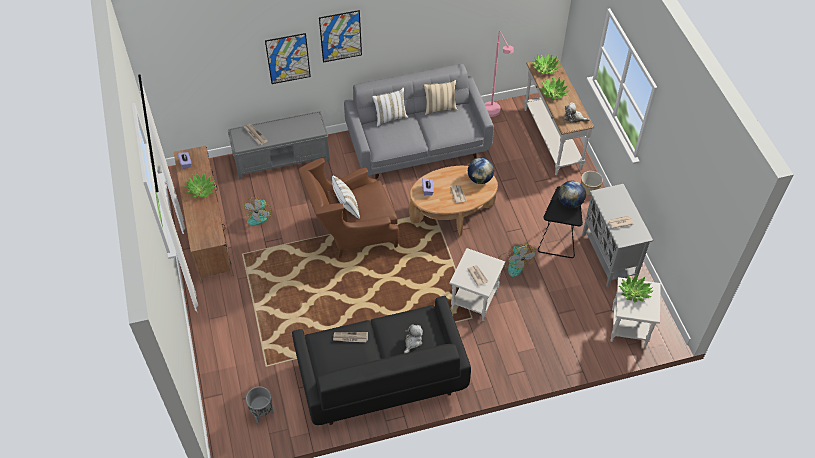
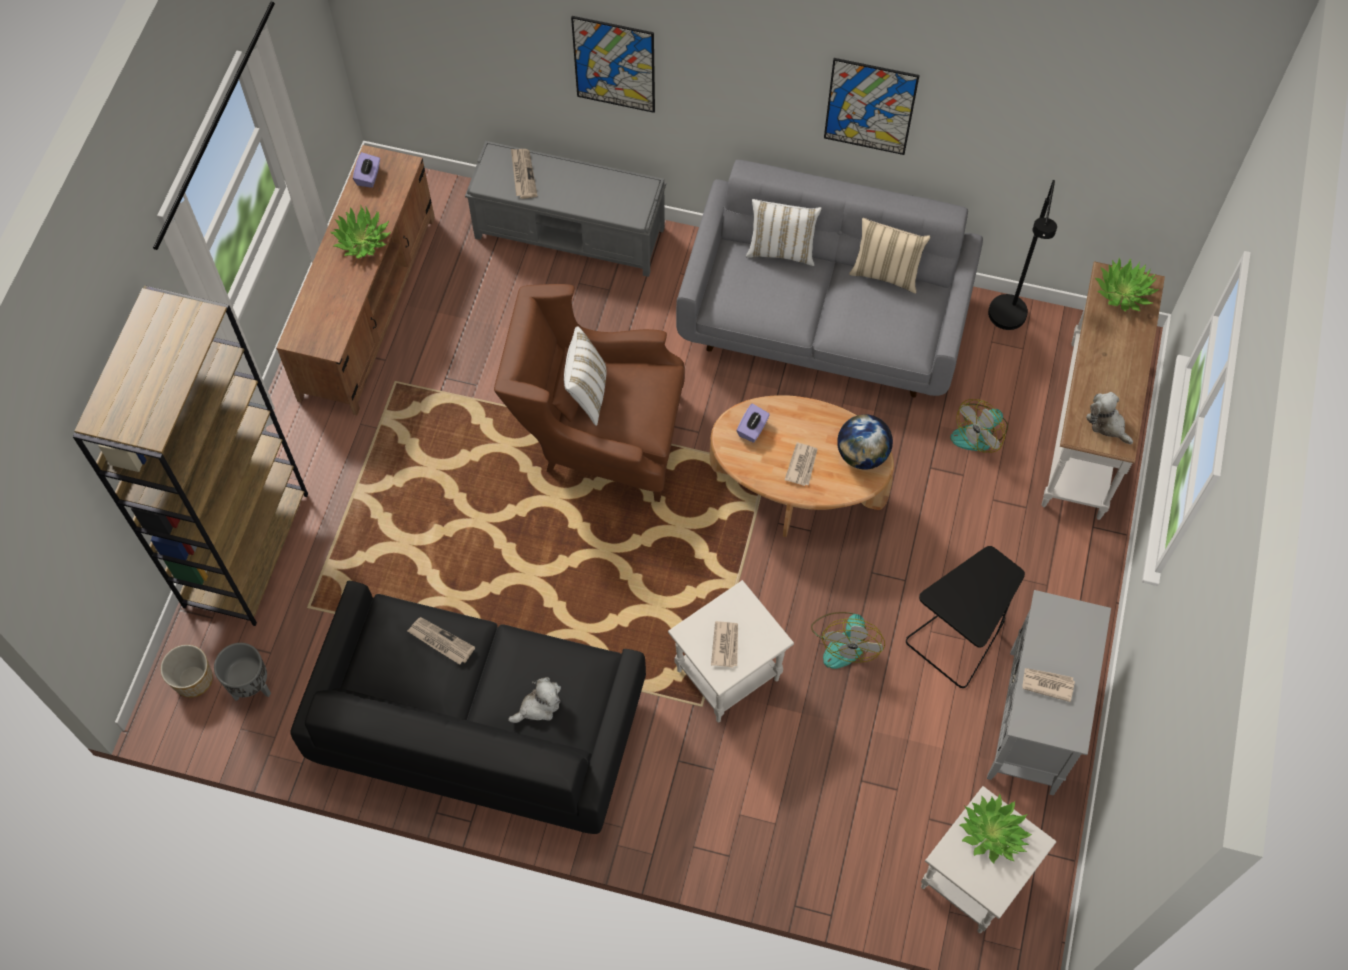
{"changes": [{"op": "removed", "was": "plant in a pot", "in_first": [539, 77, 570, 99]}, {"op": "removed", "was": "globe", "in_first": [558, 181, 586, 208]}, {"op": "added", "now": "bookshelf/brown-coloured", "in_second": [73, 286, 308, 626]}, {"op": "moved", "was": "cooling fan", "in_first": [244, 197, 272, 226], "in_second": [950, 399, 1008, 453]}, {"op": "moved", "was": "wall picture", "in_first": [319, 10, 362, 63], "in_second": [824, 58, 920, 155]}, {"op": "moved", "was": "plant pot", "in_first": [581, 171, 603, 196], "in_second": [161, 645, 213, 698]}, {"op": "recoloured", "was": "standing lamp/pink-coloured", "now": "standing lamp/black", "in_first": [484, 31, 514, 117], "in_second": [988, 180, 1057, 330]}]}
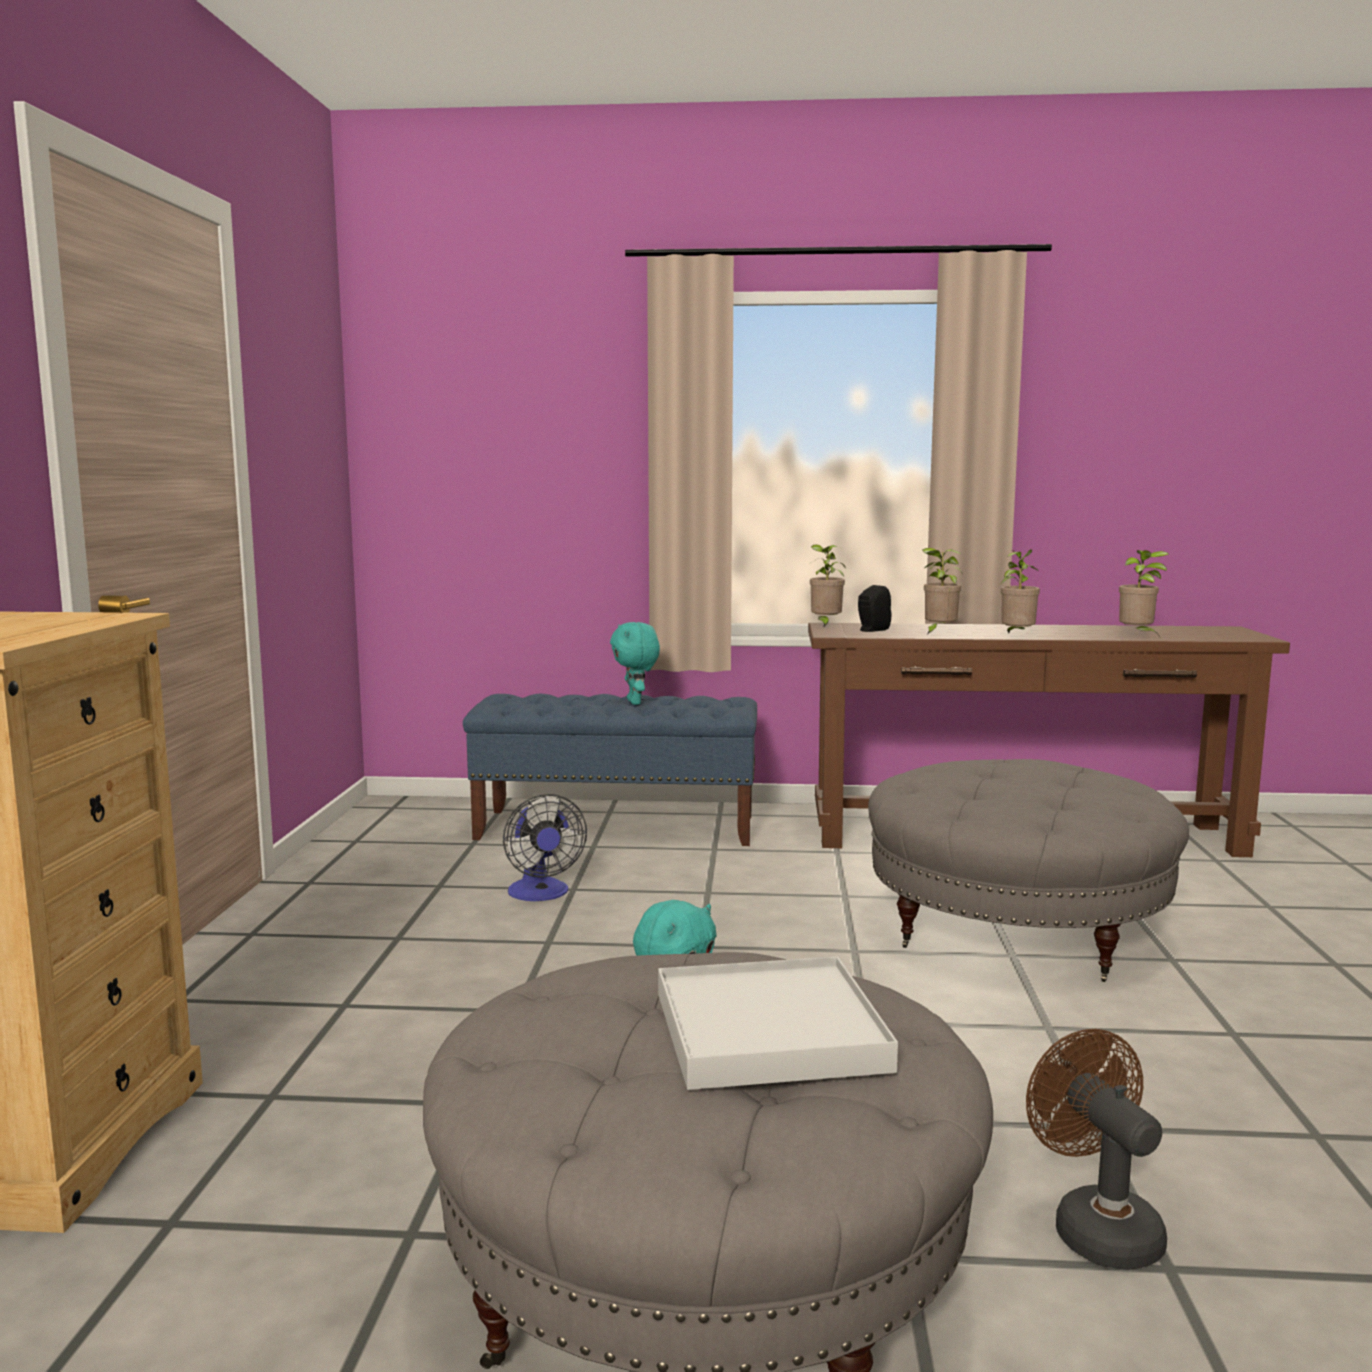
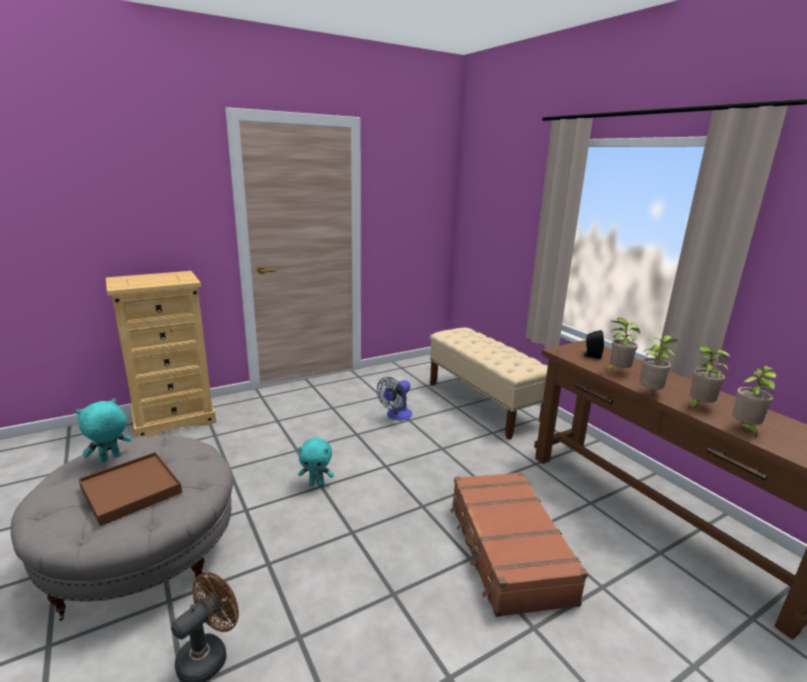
{"changes": [{"op": "moved", "was": "cuddly toy/turquoise-coloured", "in_first": [610, 622, 660, 705], "in_second": [76, 398, 132, 463]}, {"op": "moved", "was": "plant in a pot", "in_first": [809, 544, 846, 628], "in_second": [688, 346, 731, 409]}, {"op": "replaced", "was": "pouffe/greyish", "now": "suitcase/brown-coloured", "in_first": [868, 759, 1189, 982], "in_second": [450, 472, 588, 617]}, {"op": "recoloured", "was": "bench/blue", "now": "bench/beige-coloured", "in_first": [463, 694, 757, 846], "in_second": [430, 327, 548, 440]}, {"op": "recoloured", "was": "tray/whitish", "now": "tray/brown-coloured", "in_first": [658, 957, 898, 1090], "in_second": [79, 452, 182, 526]}]}
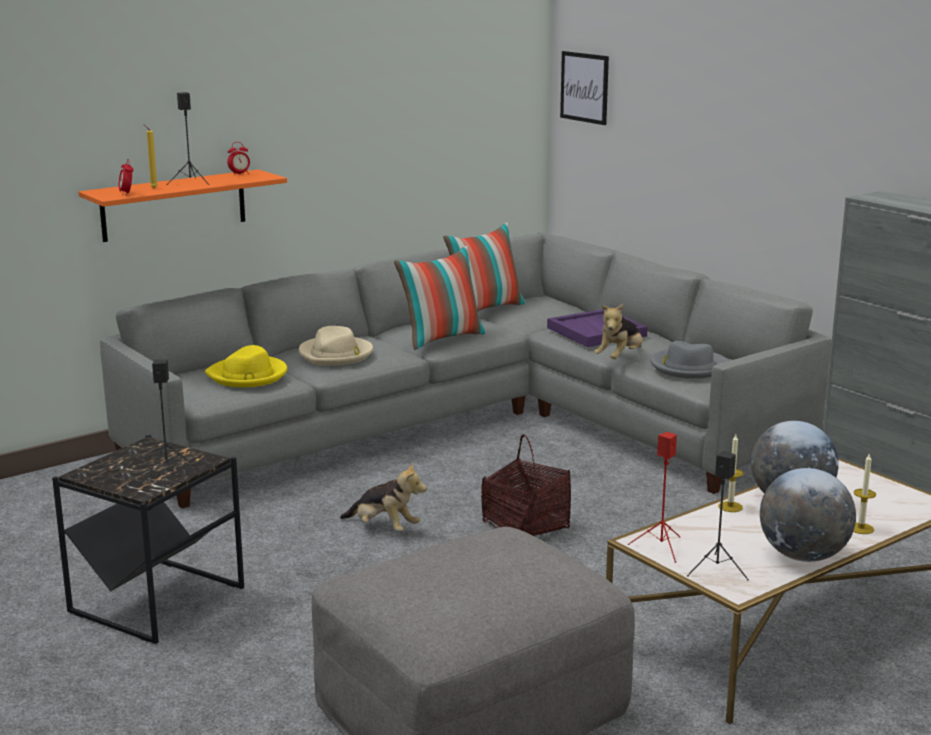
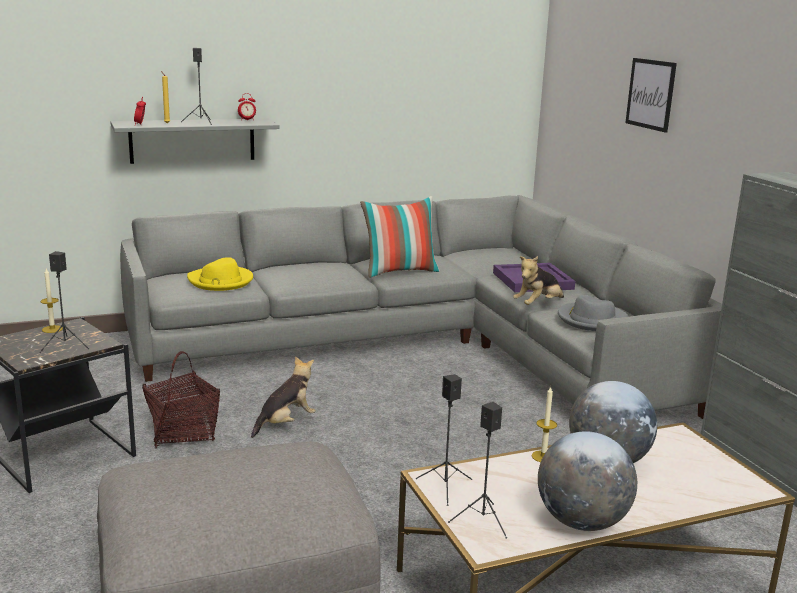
{"changes": [{"op": "removed", "was": "clothing hat/beige-coloured", "in_first": [299, 326, 373, 365]}, {"op": "removed", "was": "pillow", "in_first": [443, 222, 526, 311]}, {"op": "moved", "was": "basket", "in_first": [481, 434, 571, 536], "in_second": [142, 351, 220, 449]}, {"op": "moved", "was": "wall picture", "in_first": [560, 51, 609, 125], "in_second": [625, 58, 677, 133]}, {"op": "moved", "was": "wax light", "in_first": [853, 454, 876, 534], "in_second": [41, 269, 63, 333]}, {"op": "recoloured", "was": "shelf/orange", "now": "shelf/greyish", "in_first": [79, 169, 287, 242], "in_second": [110, 119, 280, 164]}, {"op": "recoloured", "was": "speaker/red", "now": "speaker/black", "in_first": [628, 432, 681, 563], "in_second": [416, 374, 472, 506]}, {"op": "turned", "was": "cuddly toy", "in_first": [340, 462, 427, 531], "in_second": [251, 356, 315, 438], "clockwise": -90}]}
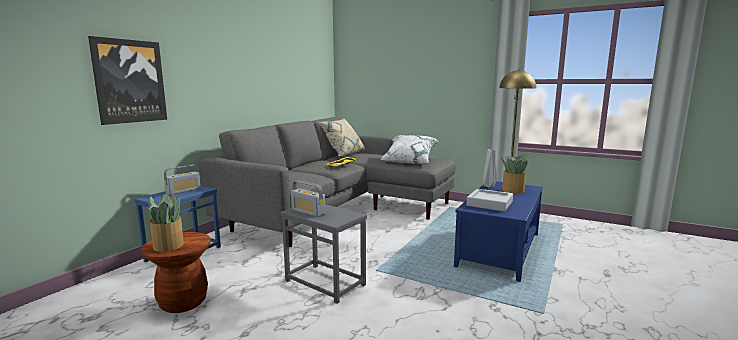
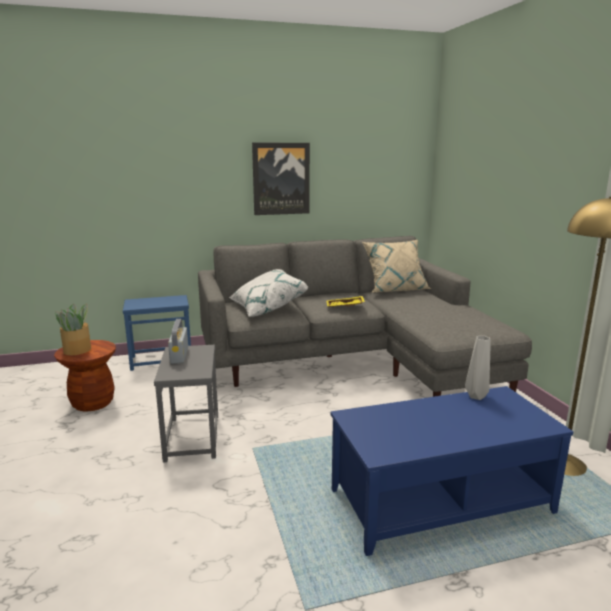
{"changes": [{"op": "removed", "was": "radio", "in_first": [164, 165, 201, 195]}, {"op": "removed", "was": "tray/greyish", "in_first": [466, 189, 513, 212]}, {"op": "removed", "was": "plant in a pot", "in_first": [501, 155, 528, 194]}, {"op": "moved", "was": "wall picture", "in_first": [88, 36, 167, 125], "in_second": [252, 143, 310, 215]}, {"op": "moved", "was": "pillow/whitish", "in_first": [380, 135, 439, 164], "in_second": [229, 269, 308, 317]}]}
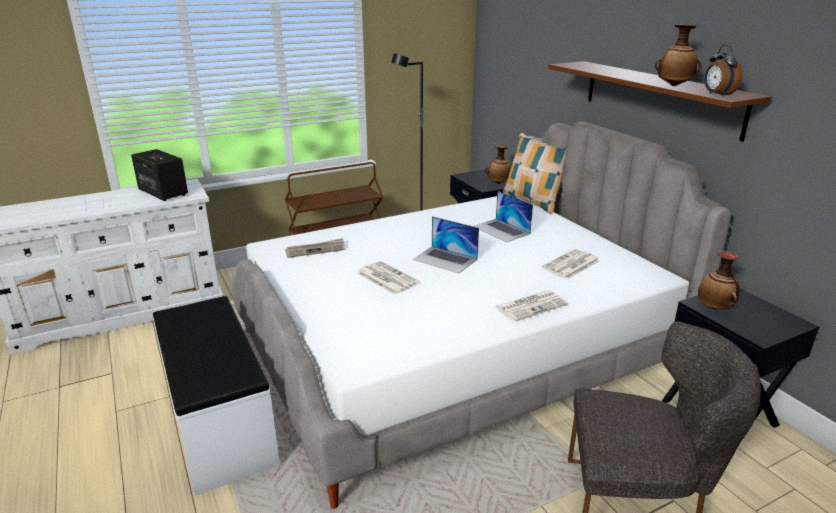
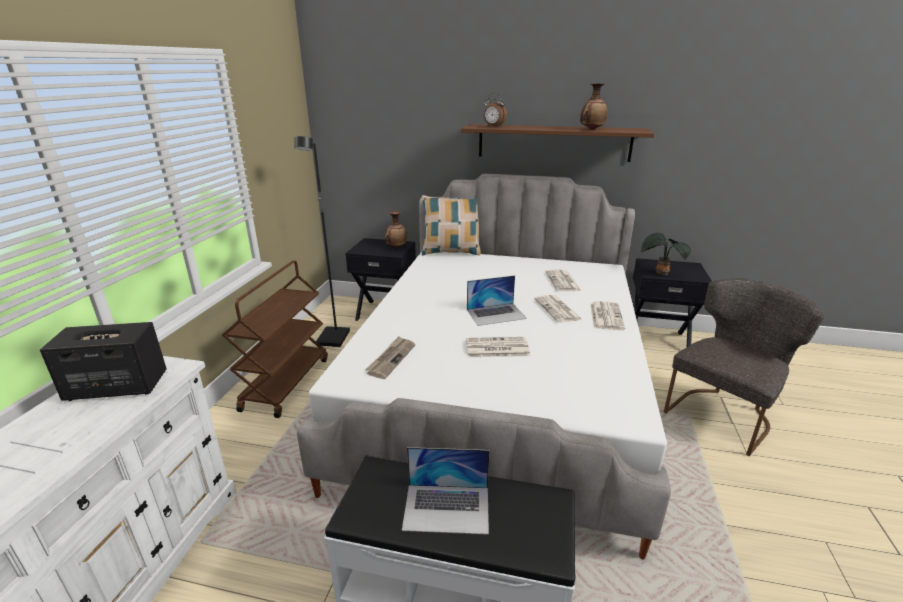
{"changes": [{"op": "added", "now": "printed paper", "in_second": [534, 295, 583, 323]}, {"op": "moved", "was": "laptop", "in_first": [474, 191, 533, 242], "in_second": [402, 447, 489, 535]}, {"op": "moved", "was": "bedside clock", "in_first": [704, 45, 743, 97], "in_second": [483, 93, 507, 127]}, {"op": "replaced", "was": "flower vase", "now": "plant in a pot", "in_first": [698, 251, 740, 309], "in_second": [641, 233, 691, 275]}]}
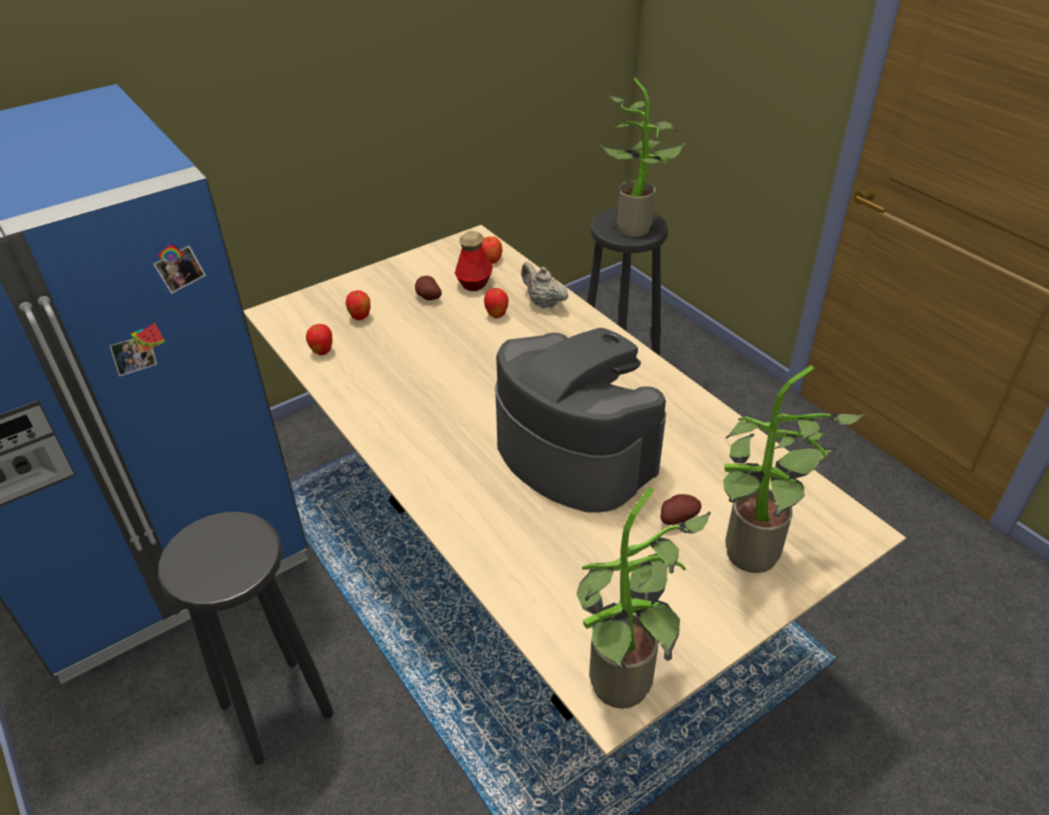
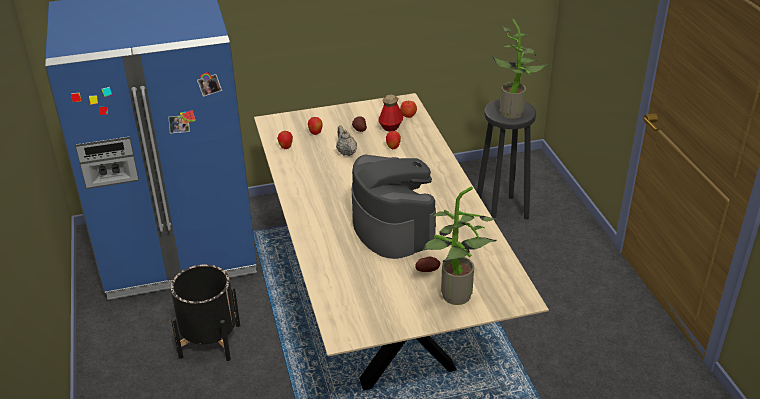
{"changes": [{"op": "removed", "was": "plant in a pot", "in_first": [576, 487, 711, 709]}, {"op": "moved", "was": "tea pot/beige-coloured", "in_first": [521, 262, 569, 309], "in_second": [336, 125, 357, 156]}, {"op": "replaced", "was": "sitting stool/black", "now": "plant pot/black", "in_first": [158, 512, 334, 765], "in_second": [171, 264, 240, 361]}]}
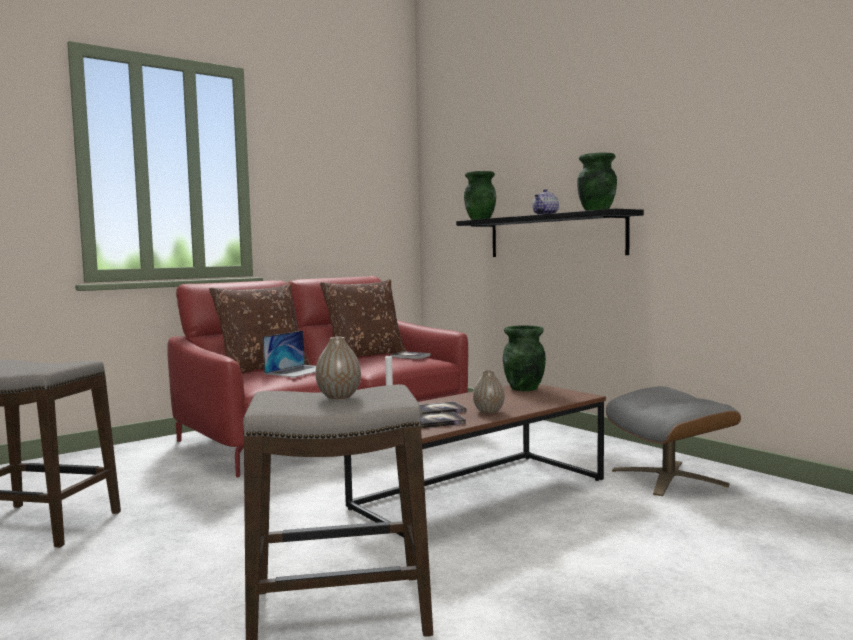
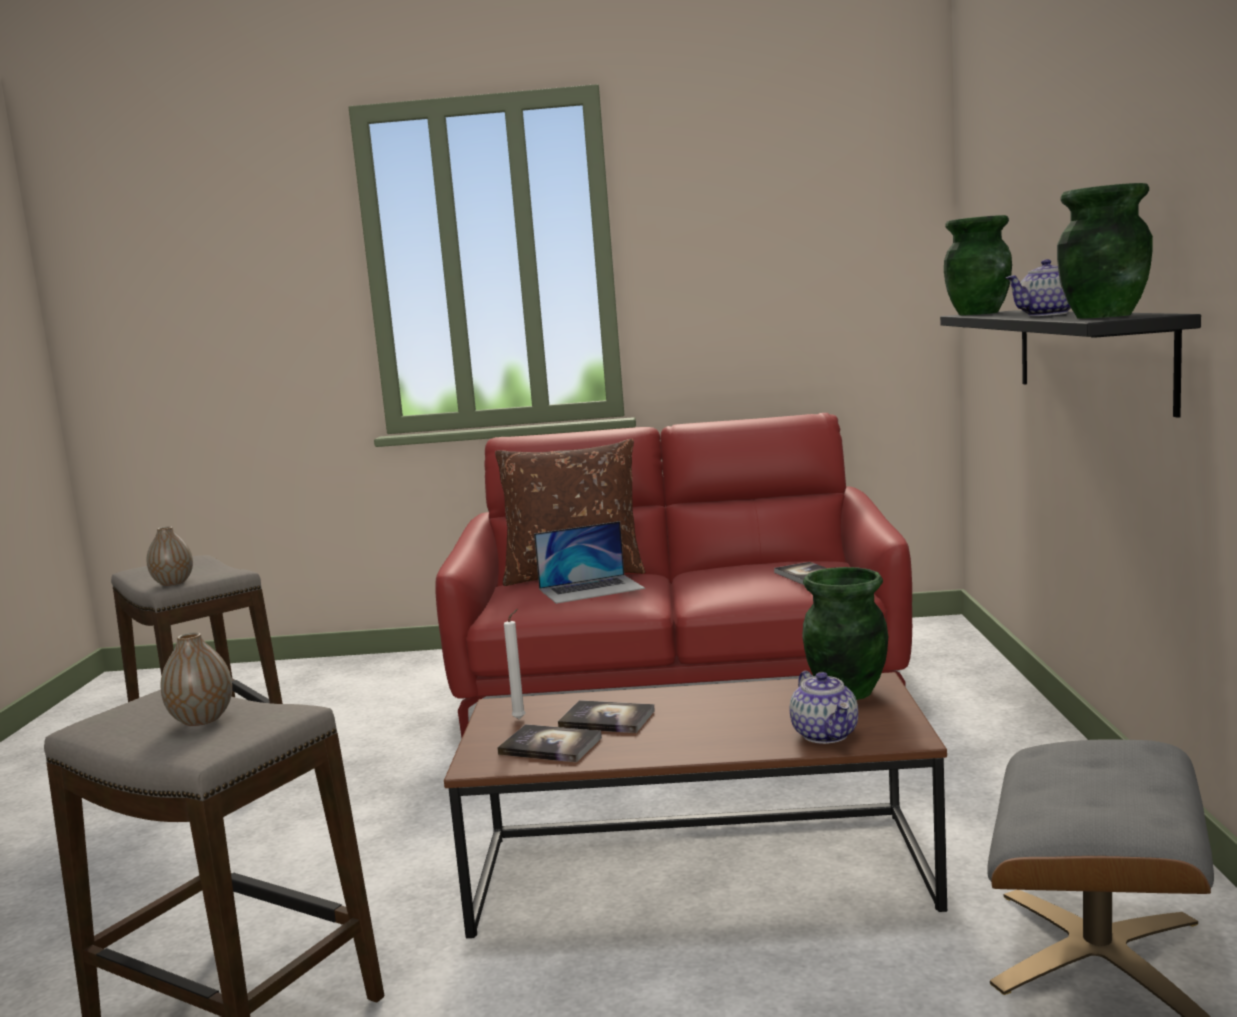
{"changes": [{"op": "removed", "was": "pillow/brown-coloured", "in_first": [320, 279, 407, 357]}, {"op": "added", "now": "tea pot", "in_second": [790, 671, 858, 744]}, {"op": "moved", "was": "flower vase", "in_first": [473, 370, 505, 414], "in_second": [146, 526, 193, 586]}]}
